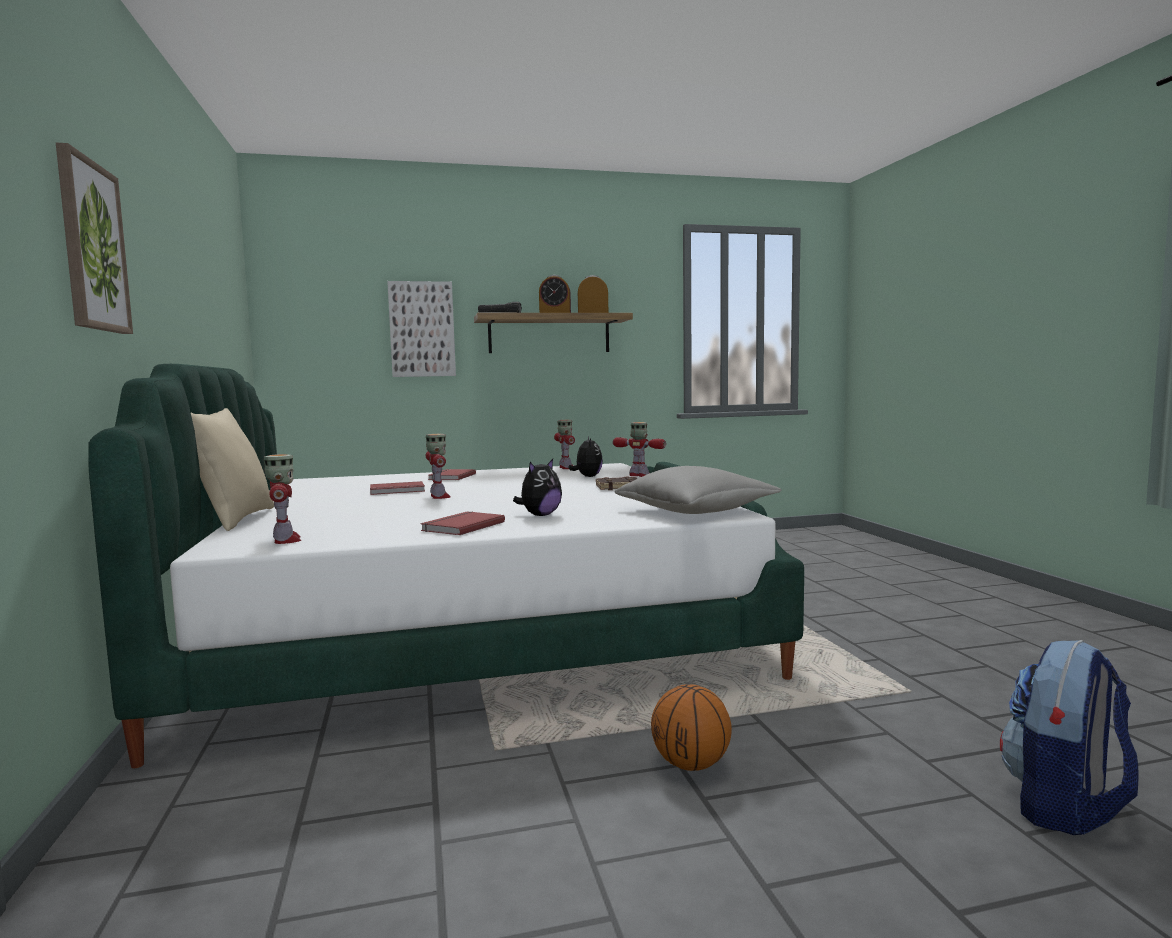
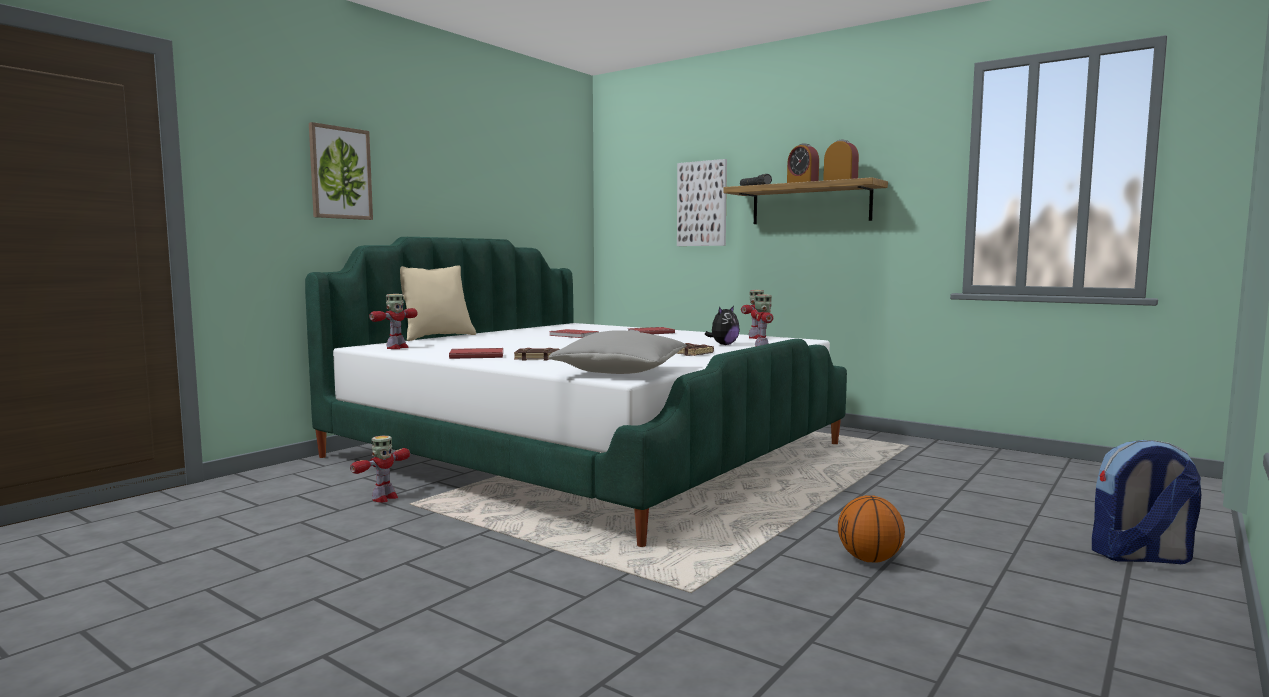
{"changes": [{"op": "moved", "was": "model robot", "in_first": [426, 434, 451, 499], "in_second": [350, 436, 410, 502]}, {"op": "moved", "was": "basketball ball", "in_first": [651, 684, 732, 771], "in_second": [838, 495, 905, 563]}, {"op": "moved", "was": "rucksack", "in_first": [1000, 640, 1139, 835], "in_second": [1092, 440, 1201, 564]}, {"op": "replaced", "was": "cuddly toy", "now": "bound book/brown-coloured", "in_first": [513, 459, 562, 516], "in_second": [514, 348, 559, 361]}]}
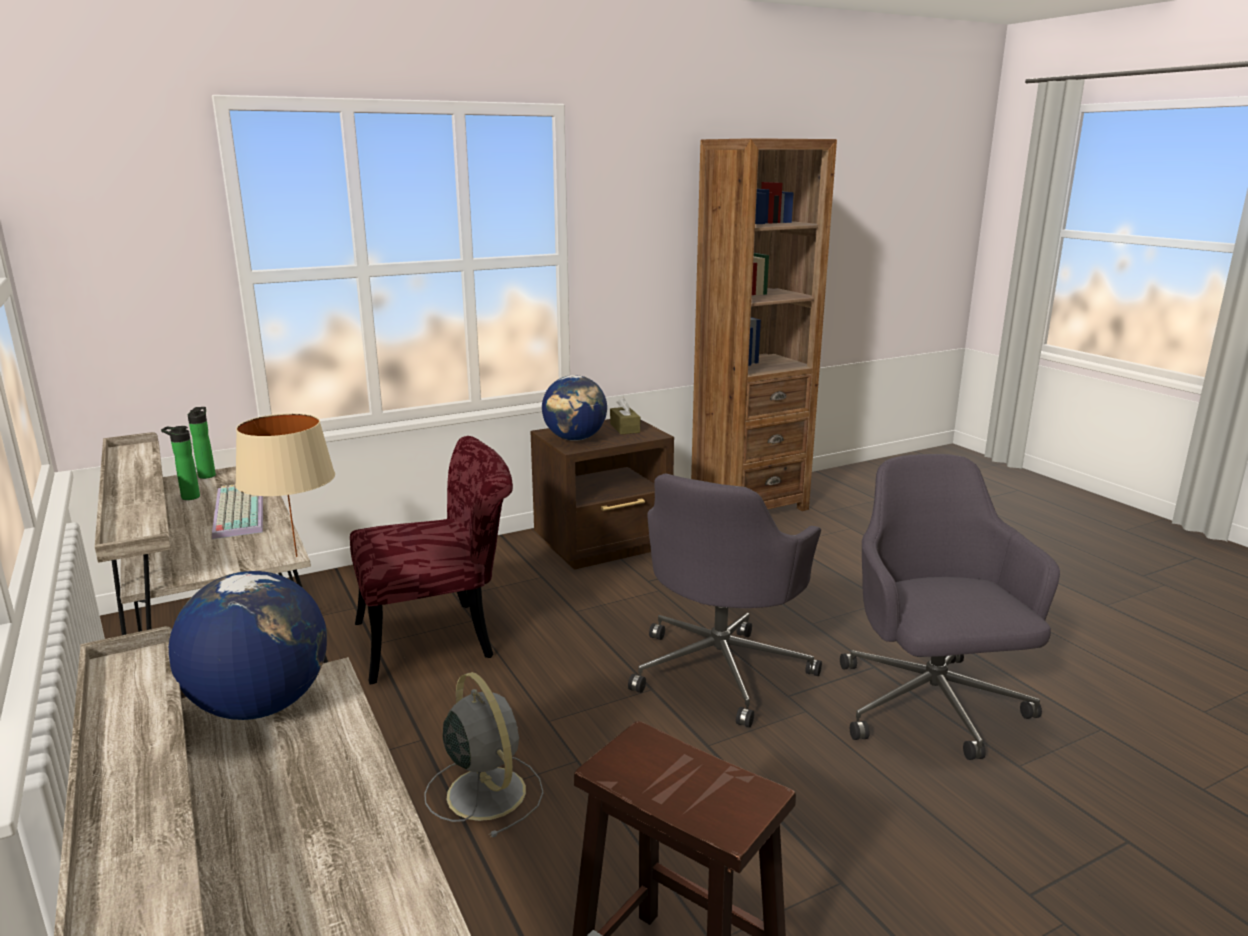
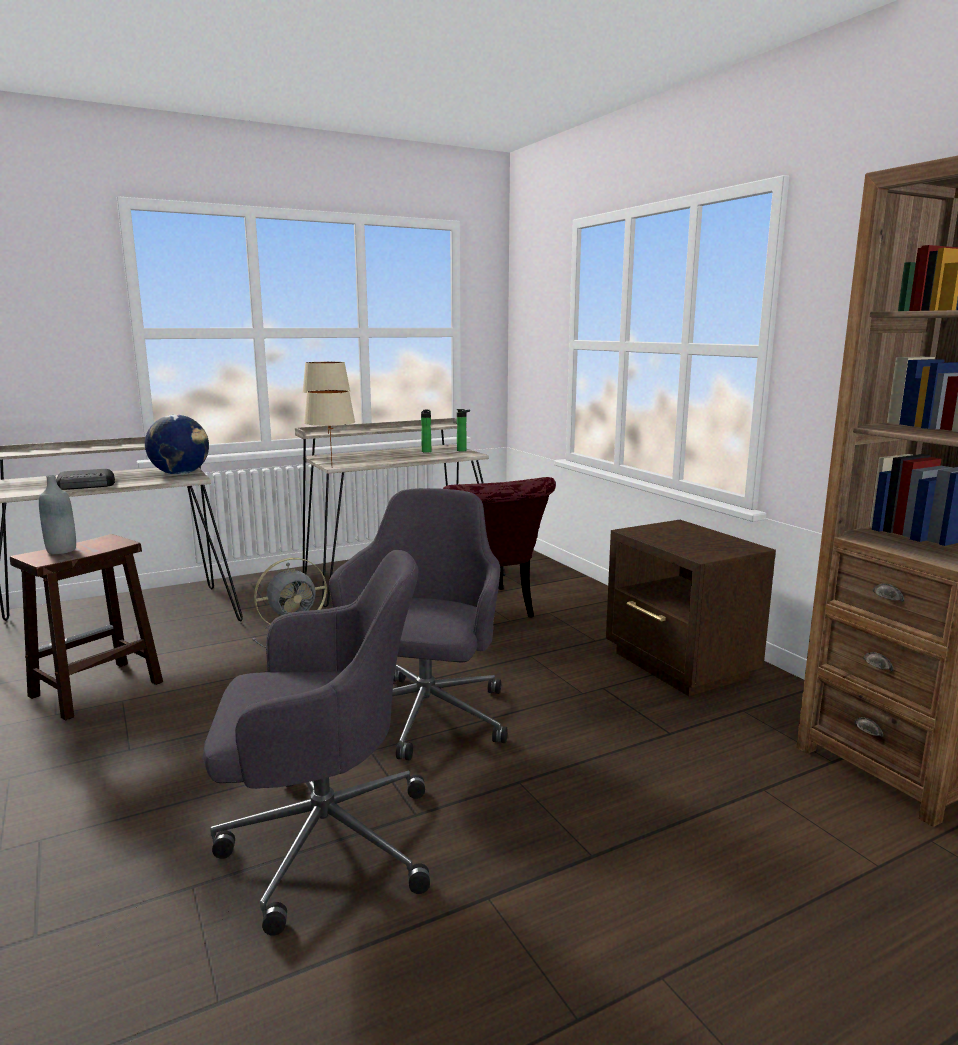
{"changes": [{"op": "removed", "was": "computer keyboard", "in_first": [212, 485, 263, 539]}, {"op": "removed", "was": "globe", "in_first": [542, 375, 607, 441]}, {"op": "removed", "was": "tissue holder/brown-coloured", "in_first": [610, 397, 640, 435]}, {"op": "added", "now": "drink bottle/greyish", "in_second": [39, 475, 76, 554]}, {"op": "added", "now": "radio", "in_second": [56, 469, 115, 490]}, {"op": "added", "now": "tabletop lamp/beige-coloured", "in_second": [303, 362, 350, 434]}, {"op": "turned", "was": "office chair/greyish", "in_first": [628, 474, 822, 728], "in_second": [329, 488, 508, 760], "clockwise": 75}]}
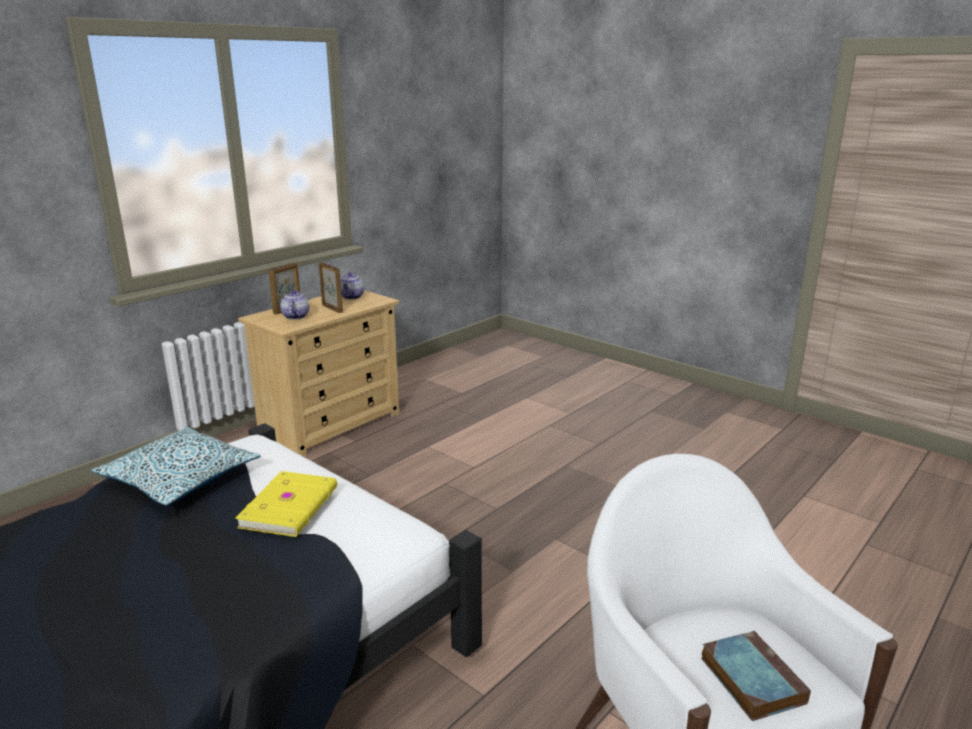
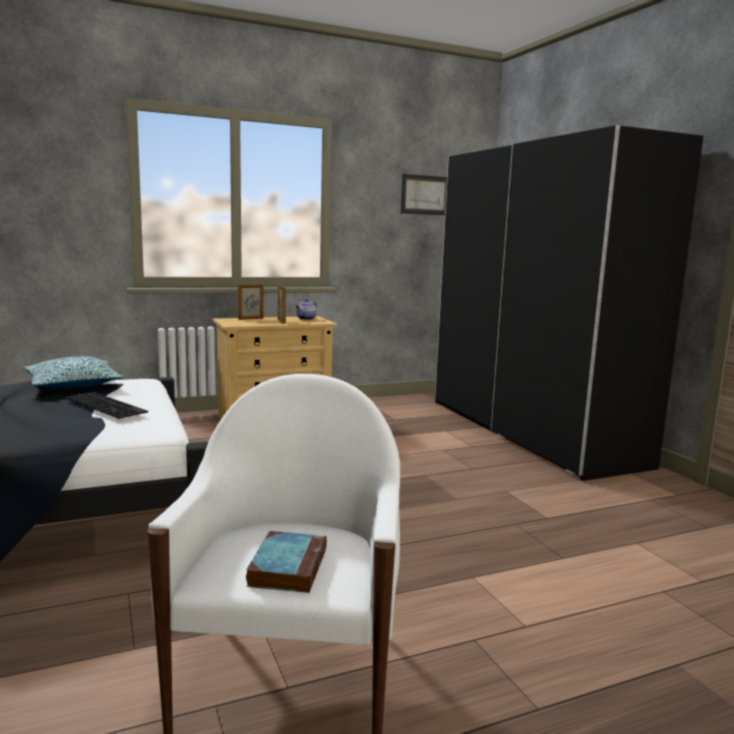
{"changes": [{"op": "removed", "was": "tea pot", "in_first": [280, 290, 309, 320]}, {"op": "added", "now": "wall picture", "in_second": [401, 174, 447, 215]}, {"op": "added", "now": "clothes cupboard/black", "in_second": [435, 125, 704, 481]}, {"op": "replaced", "was": "bound book/yellowish", "now": "computer keyboard", "in_first": [236, 471, 337, 537], "in_second": [65, 392, 148, 419]}]}
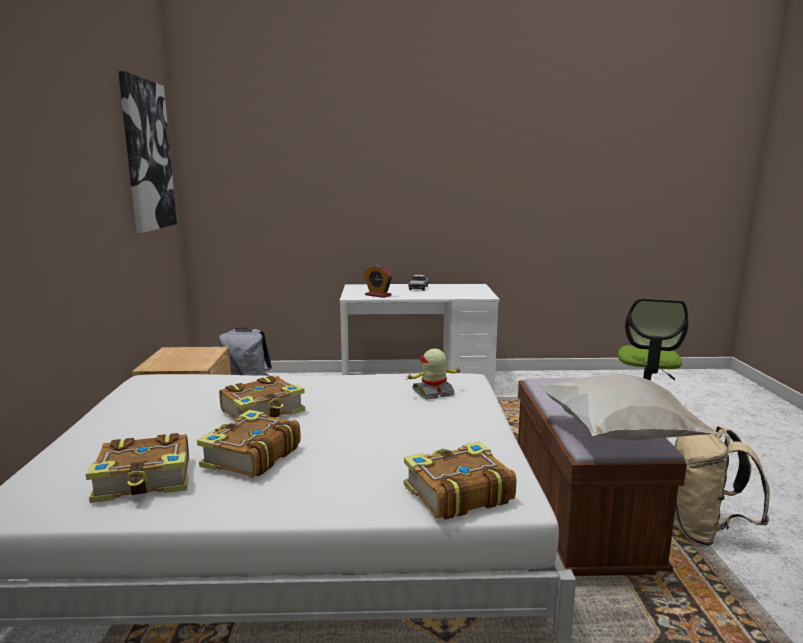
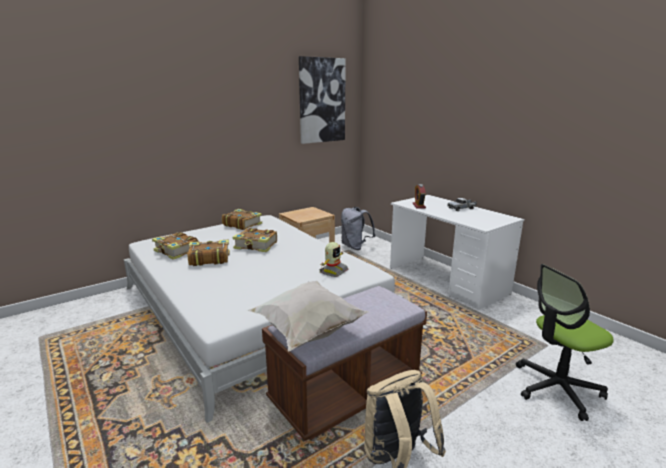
{"changes": [{"op": "moved", "was": "bound book", "in_first": [404, 442, 516, 519], "in_second": [222, 209, 262, 230]}, {"op": "turned", "was": "model robot", "in_first": [406, 349, 463, 400], "in_second": [319, 242, 349, 277], "clockwise": 90}]}
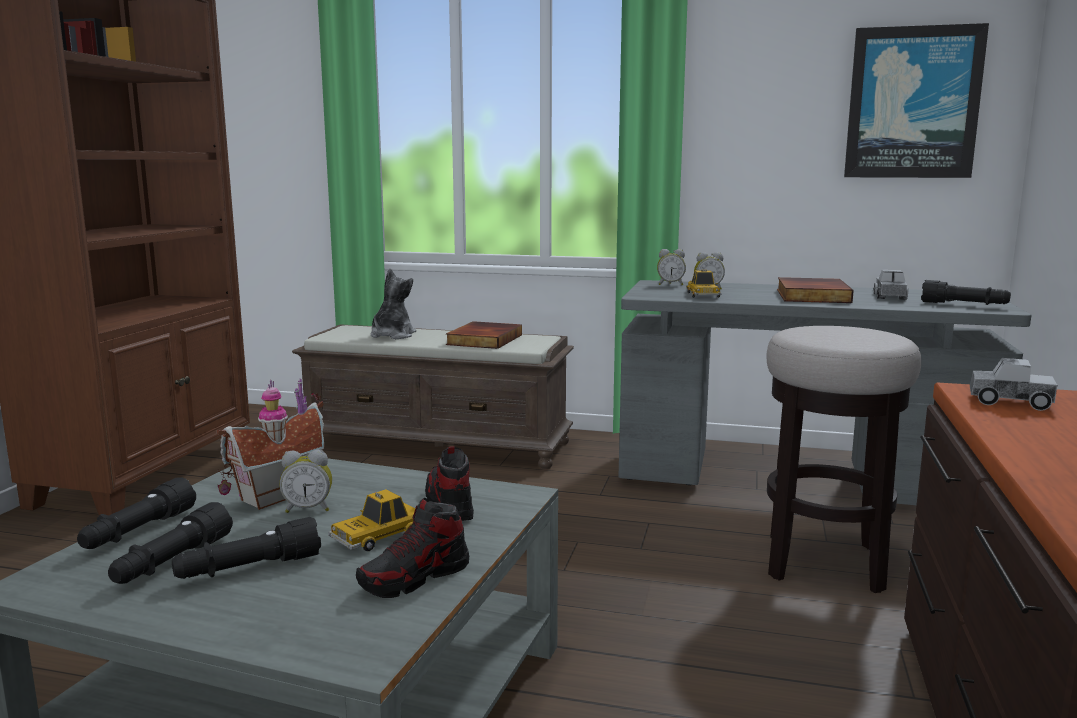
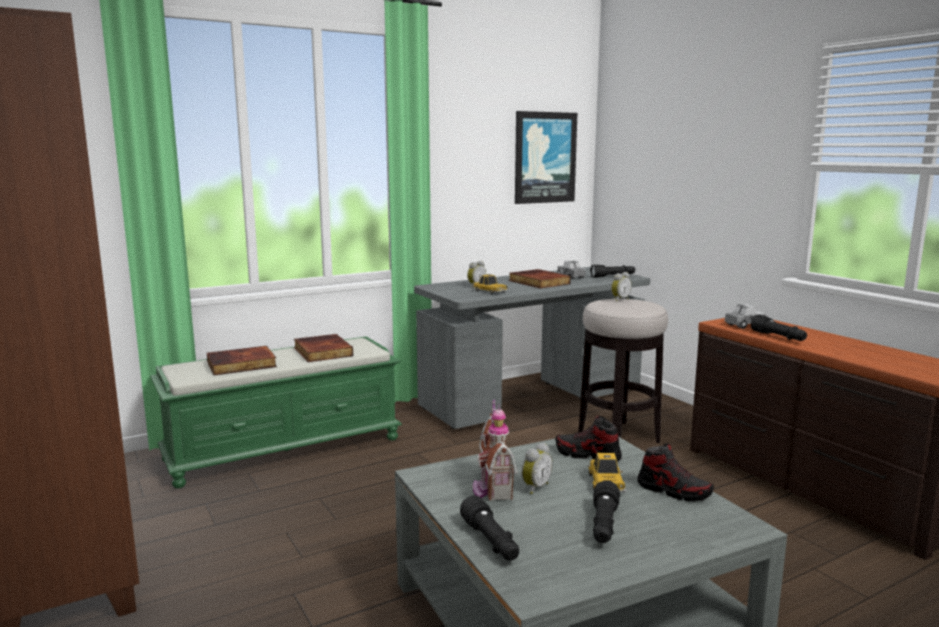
{"changes": [{"op": "moved", "was": "torch/black", "in_first": [108, 502, 233, 584], "in_second": [751, 315, 807, 341]}, {"op": "moved", "was": "bedside clock", "in_first": [657, 249, 686, 285], "in_second": [611, 272, 632, 301]}, {"op": "replaced", "was": "cuddly toy", "now": "bound book", "in_first": [371, 268, 416, 339], "in_second": [207, 346, 277, 375]}, {"op": "recoloured", "was": "bench/brown-coloured", "now": "bench/greenish", "in_first": [292, 324, 574, 469], "in_second": [150, 336, 402, 488]}, {"op": "turned", "was": "item of footwear", "in_first": [356, 498, 469, 598], "in_second": [637, 444, 714, 501], "clockwise": -60}]}
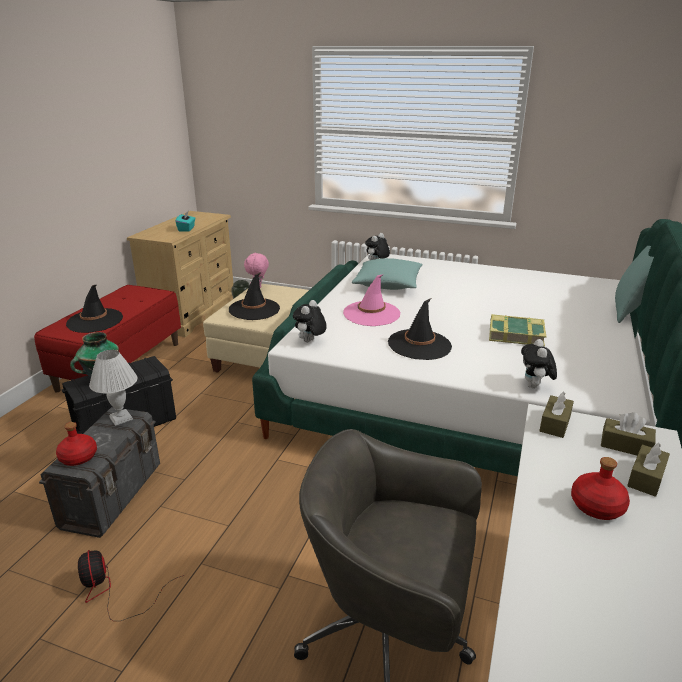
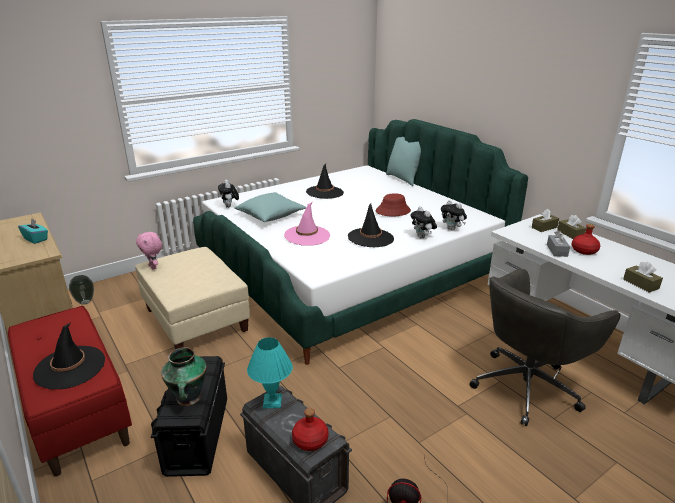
{"changes": [{"op": "added", "now": "tissue holder/greyish", "in_second": [547, 230, 570, 257]}, {"op": "moved", "was": "clothing hat/black", "in_first": [229, 273, 280, 320], "in_second": [306, 164, 344, 199]}, {"op": "moved", "was": "cuddly toy", "in_first": [293, 300, 327, 342], "in_second": [410, 207, 437, 239]}, {"op": "moved", "was": "tissue holder/brown-coloured", "in_first": [540, 392, 574, 438], "in_second": [623, 262, 663, 293]}, {"op": "replaced", "was": "bound book", "now": "clothing hat/red", "in_first": [489, 314, 546, 347], "in_second": [376, 193, 411, 216]}, {"op": "recoloured", "was": "tabletop lamp/whitish", "now": "tabletop lamp/turquoise-coloured", "in_first": [89, 350, 137, 426], "in_second": [247, 337, 293, 408]}]}
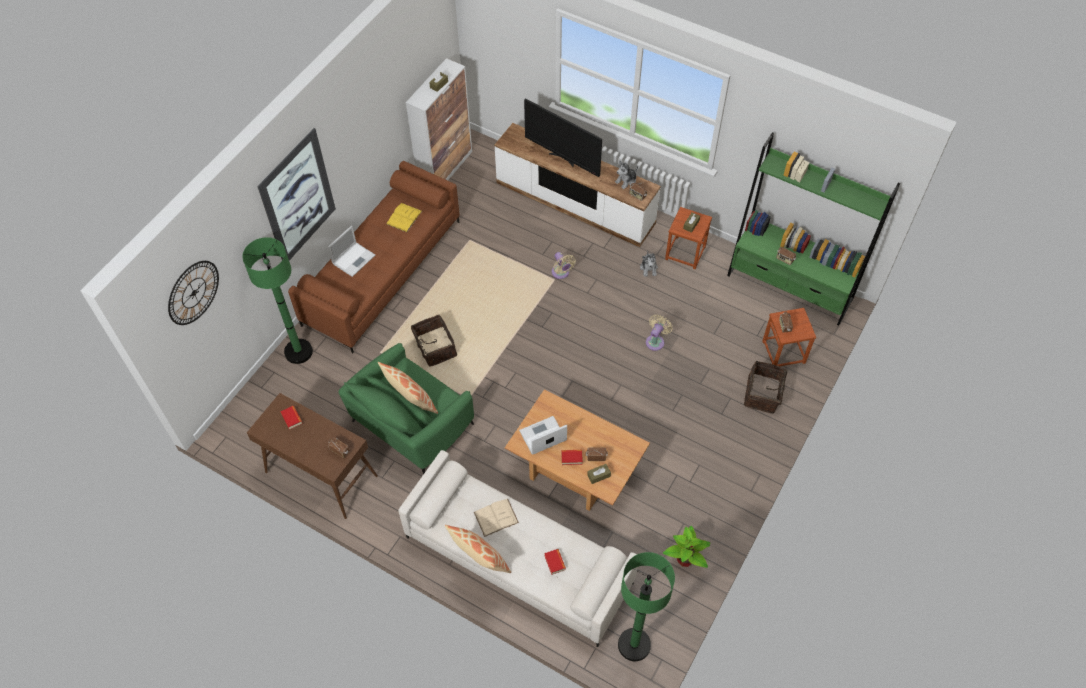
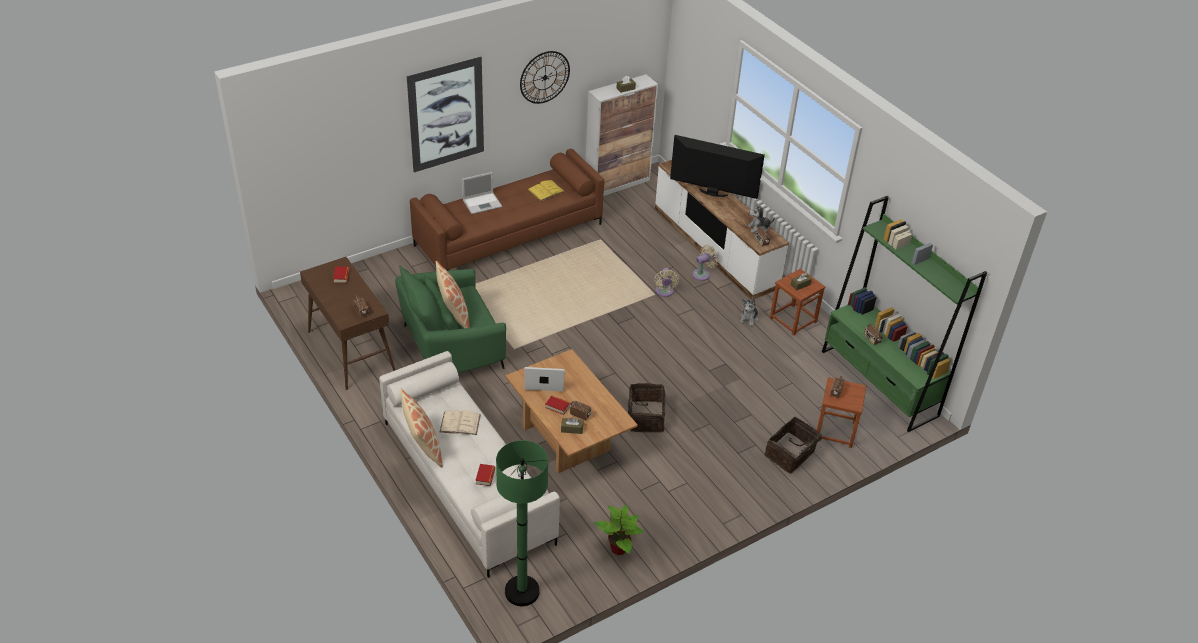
{"changes": [{"op": "removed", "was": "standing lamp/greenish", "in_first": [242, 237, 313, 364]}, {"op": "moved", "was": "wall clock", "in_first": [168, 261, 219, 325], "in_second": [520, 51, 570, 104]}, {"op": "moved", "was": "basket", "in_first": [411, 315, 457, 366], "in_second": [628, 383, 666, 433]}, {"op": "moved", "was": "cooling fan/beige-coloured", "in_first": [646, 314, 673, 351], "in_second": [692, 245, 718, 281]}, {"op": "turned", "was": "television", "in_first": [524, 98, 602, 177], "in_second": [670, 135, 765, 199], "clockwise": 135}]}
